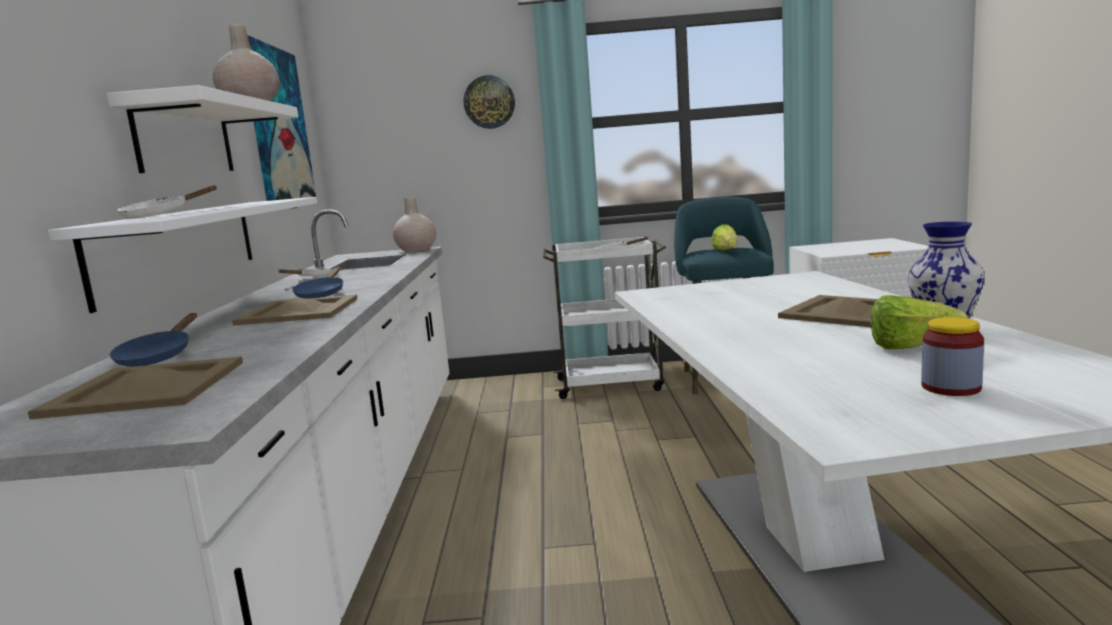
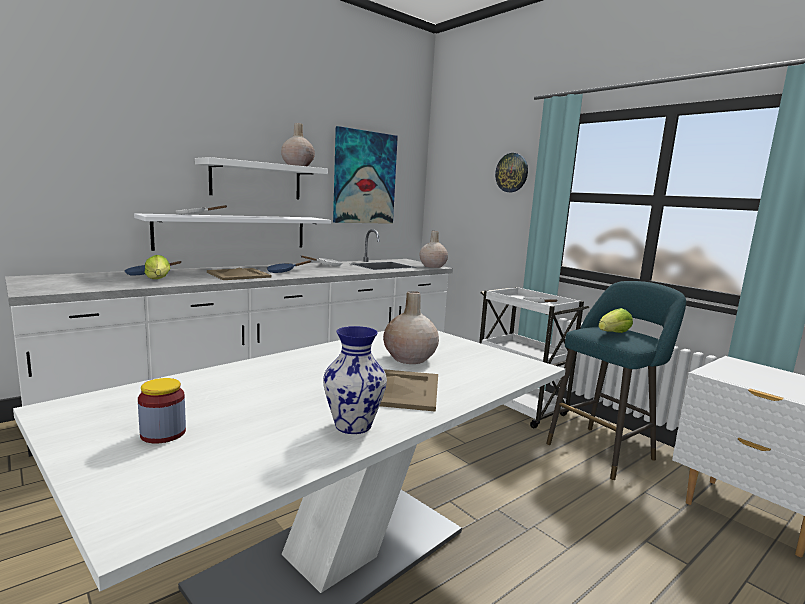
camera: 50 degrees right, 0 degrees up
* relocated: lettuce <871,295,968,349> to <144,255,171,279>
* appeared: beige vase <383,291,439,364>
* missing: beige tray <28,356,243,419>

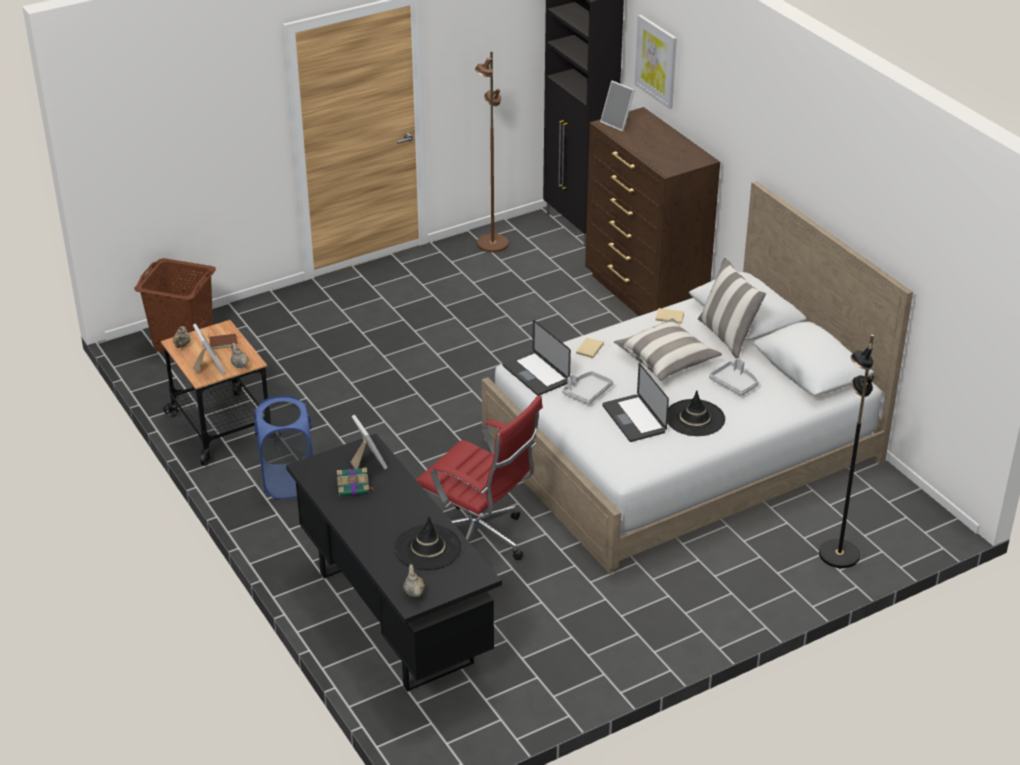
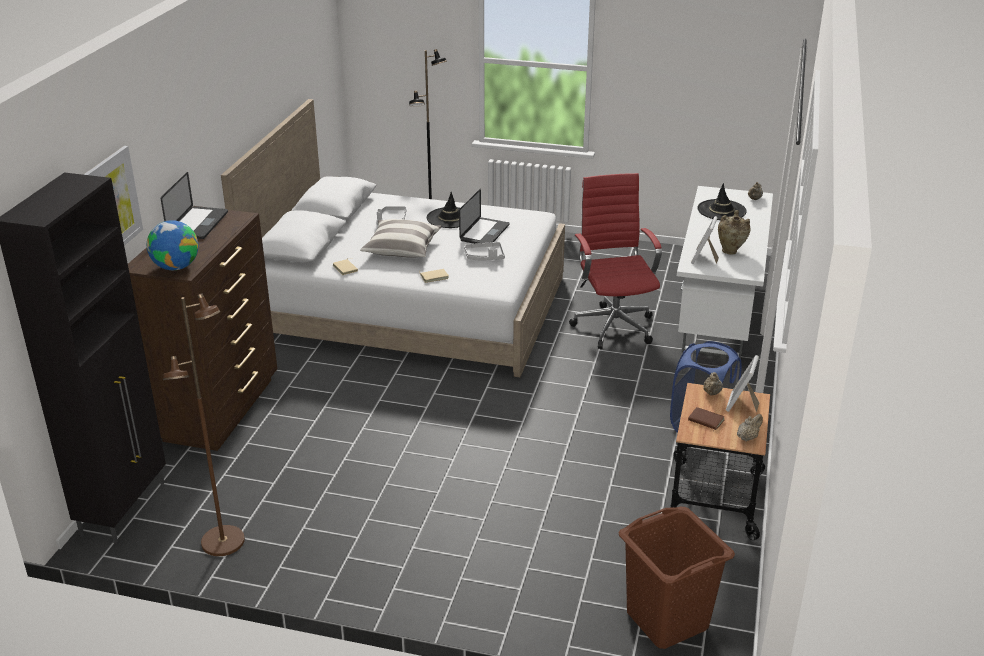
camera: 135 degrees left, 5 degrees down
* exchanged: picture frame <600,81,635,132> to globe <147,220,198,270>
* relocated: laptop <502,320,571,396> to <161,172,228,239>
* colour: black desk <286,434,502,692> to white desk <677,186,773,359>
* exchanged: book <337,467,375,497> to beige vase <718,210,751,254>
* missing: pillow <698,256,766,358>

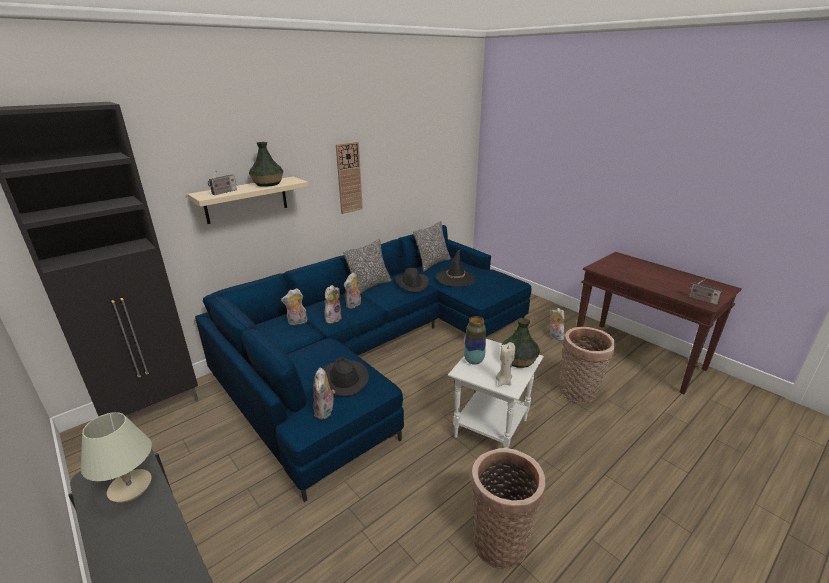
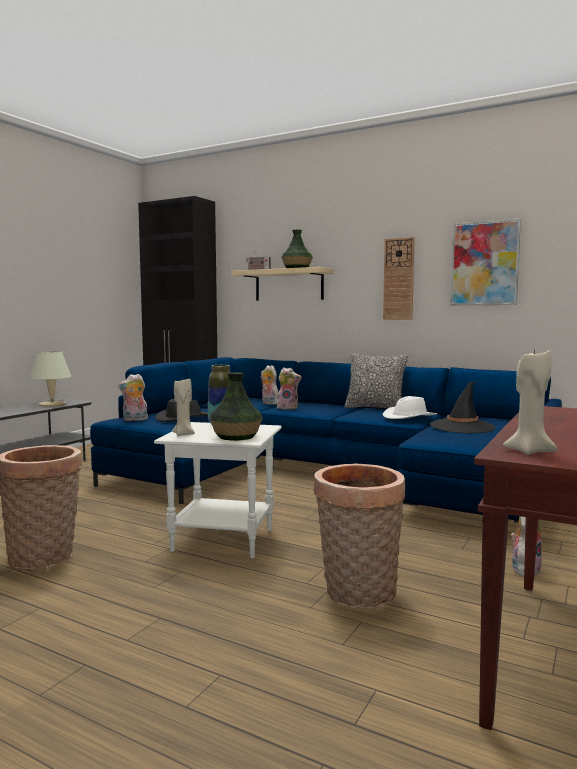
camera: 70 degrees right, 20 degrees down
* colour: black hat <395,268,429,292> to white hat <383,396,437,419>
* appeared: picture <450,219,521,305>
* exchanged: radio <689,278,723,305> to beige candle <503,347,557,455>
* missing: plush toy <344,272,361,309>
* missing: pillow <413,221,451,272>

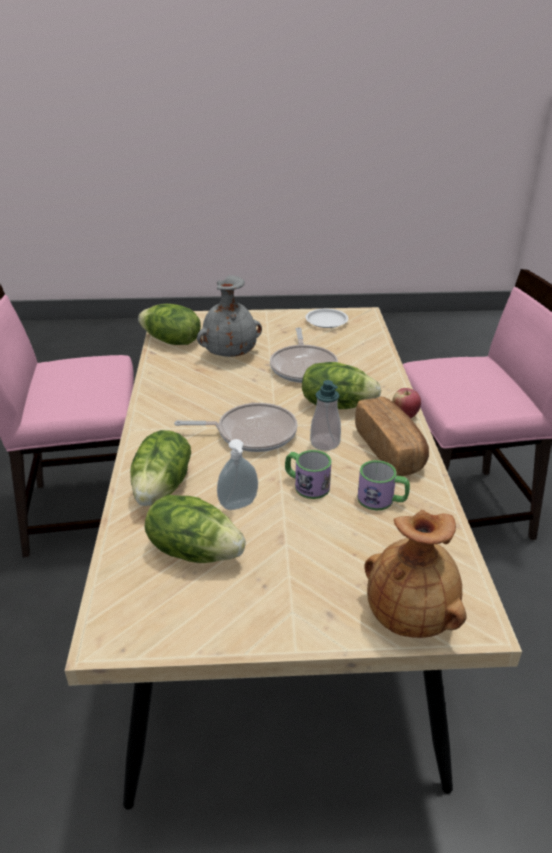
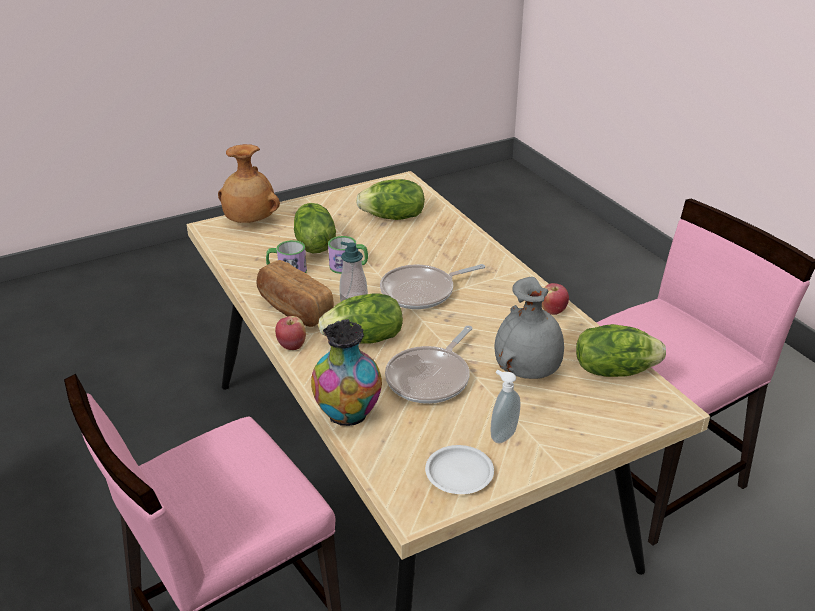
camera: 155 degrees right, 0 degrees up
* relocated: lettuce <130,430,191,506> to <294,203,336,253>
* appeared: vase <311,319,382,426>
* spun: frying pan <270,327,338,383> = <385,326,473,404> 120 degrees counterclockwise
* relocated: soap dispenser <217,439,258,510> to <491,370,521,444>
* appeared: apple <542,283,569,315>

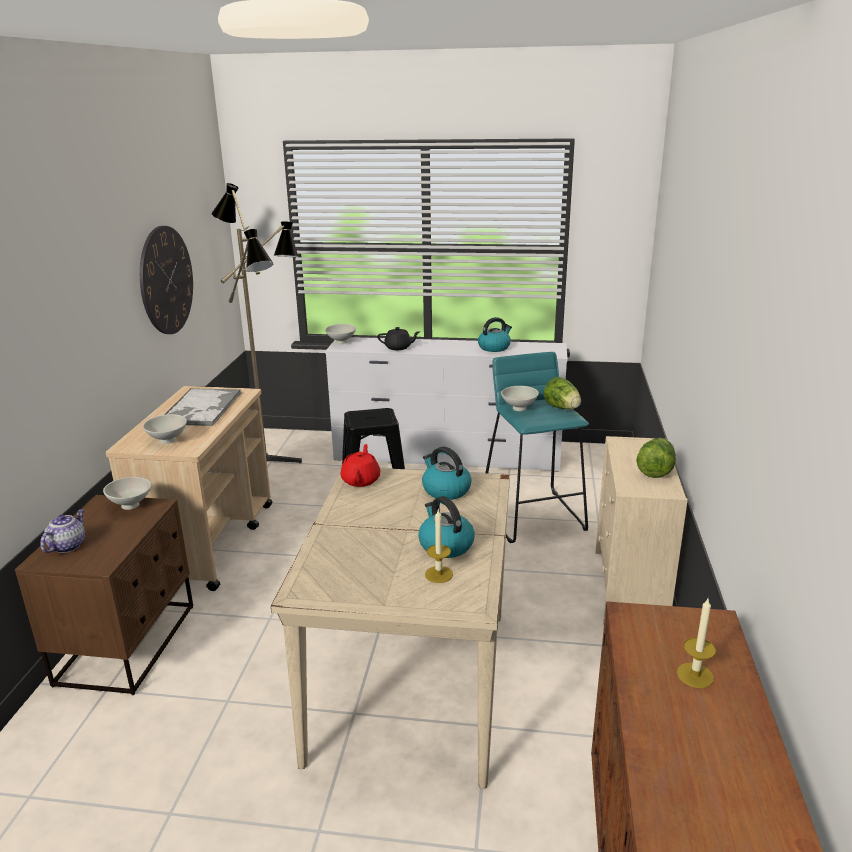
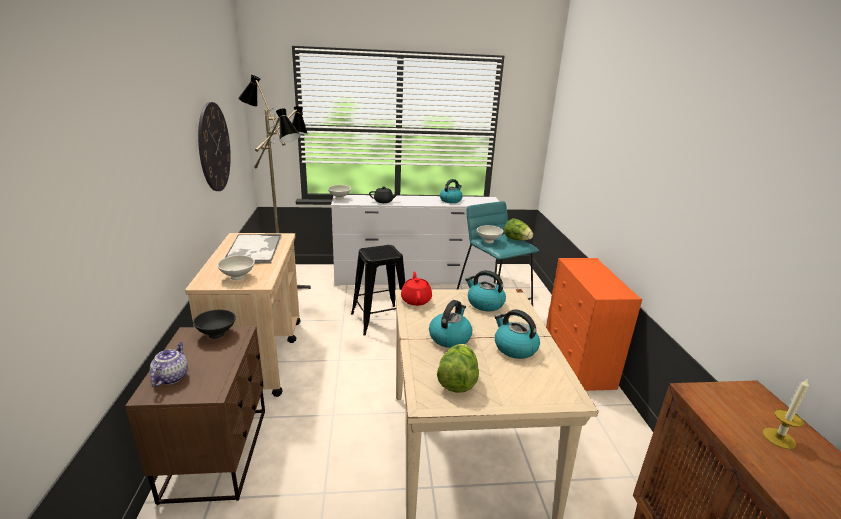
camera: 15 degrees left, 0 degrees up
* colour: white bowl <103,477,151,510> to black bowl <193,310,236,339>
* appeared: kettle <429,300,472,348>
* relocated: lettuce <636,438,676,478> to <437,344,479,393>
* colour: beige dresser <595,436,688,625> to orange dresser <546,258,642,391>
* missing: candle <425,510,453,583>

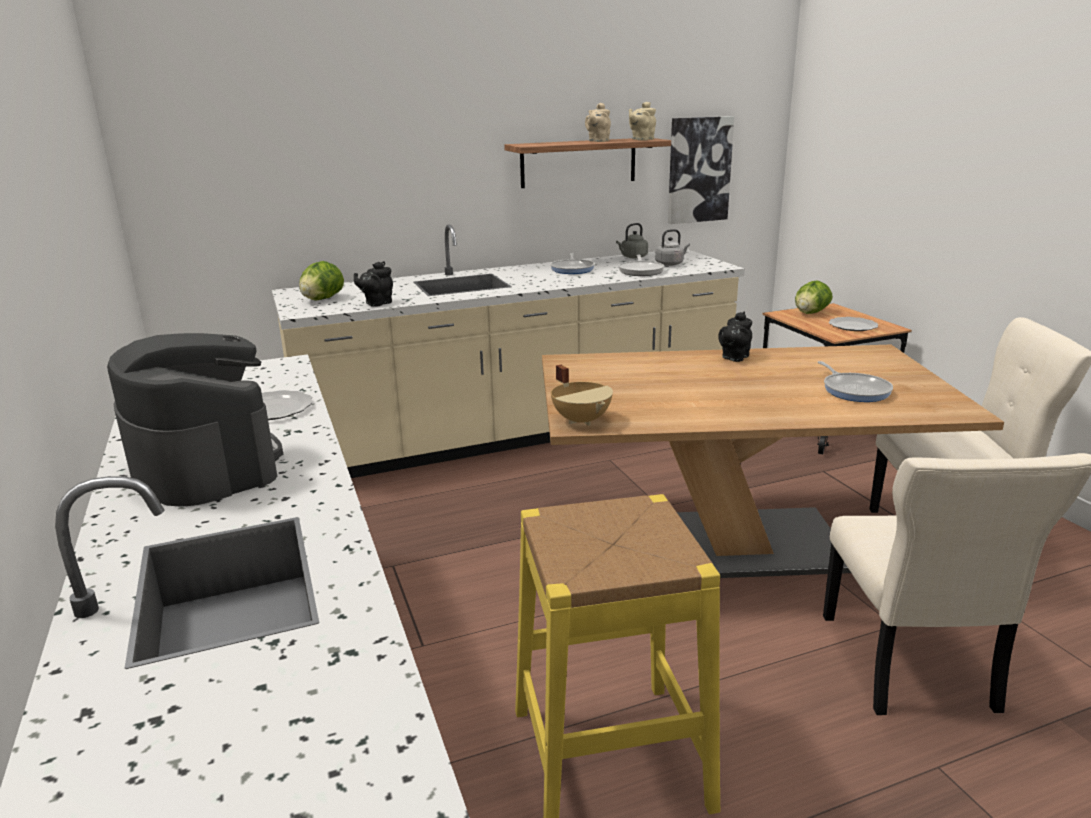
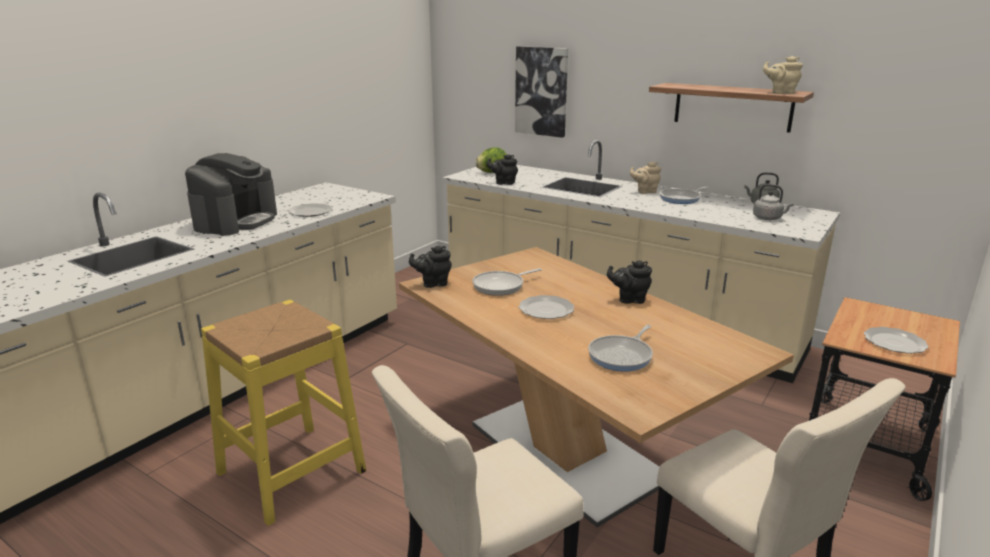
camera: 55 degrees right, 0 degrees up
* exchanged: beige cooking pot <551,365,613,426> to black teapot <409,246,452,288>
* relocated: frying pan <619,255,664,276> to <473,268,542,296>
* relocated: picture <668,116,734,224> to <515,46,568,138>
* appeared: plate <519,295,574,319>
* relocated: beige teapot <585,103,611,142> to <630,162,661,194>
* missing: lettuce <795,280,833,314>

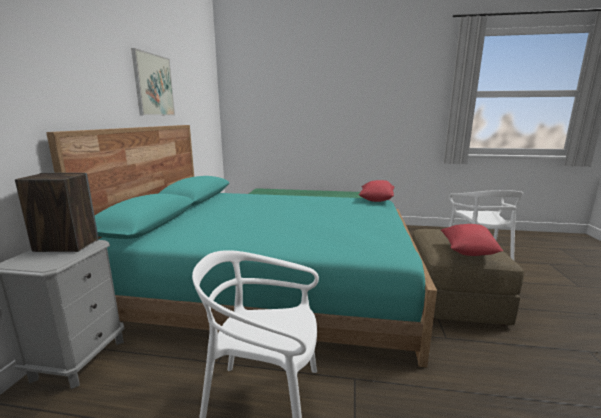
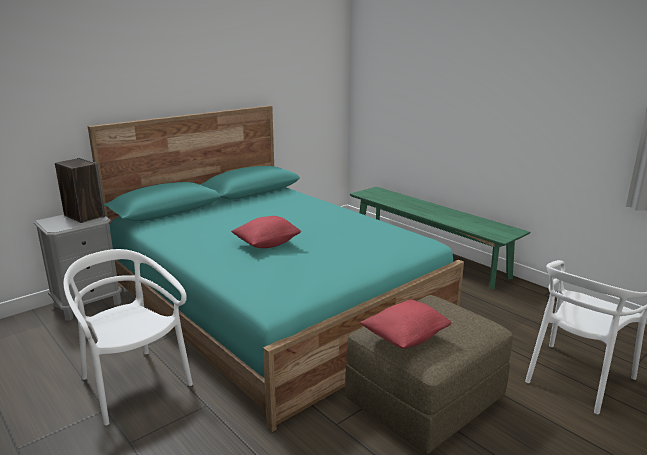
camera: 40 degrees right, 5 degrees up
* relocated: red pillow <358,180,395,202> to <231,216,301,248>
* missing: picture <131,48,175,116>

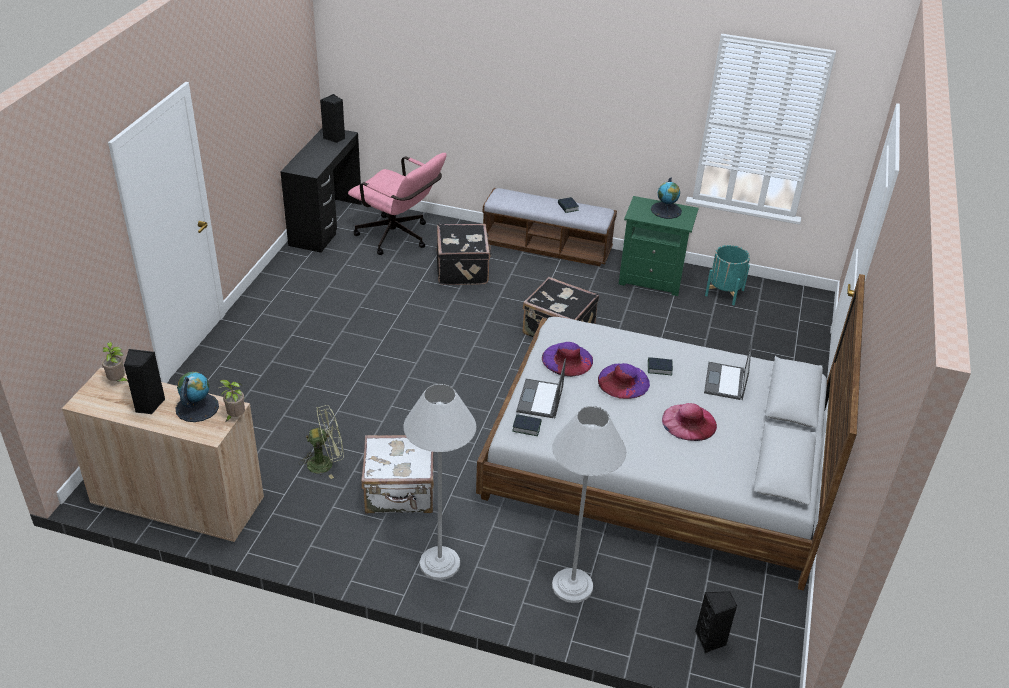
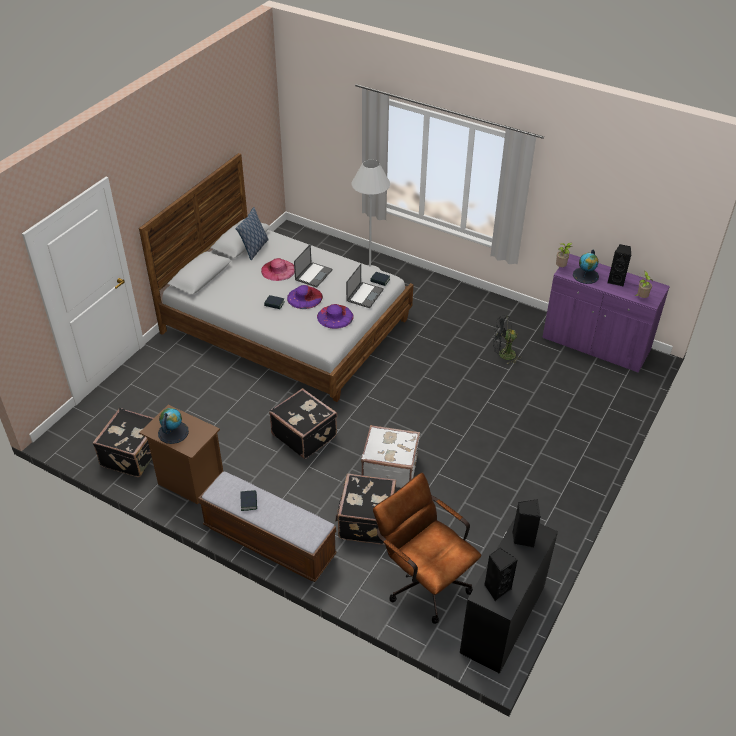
camera: 165 degrees left, 5 degrees up
* exchanged: turquoise planter <705,245,750,305> to black suitcase <93,408,154,477>
* colour: green nightstand <619,196,699,296> to brown nightstand <139,405,223,504>
* appeared: pillow <236,207,269,260>
* relocated: laptop <704,342,752,400> to <294,244,333,287>
* relocated: white suitcase <361,435,434,514> to <361,425,420,488>
* colour: pink office chair <348,153,447,255> to brown office chair <373,473,481,624>
* colour: green fan <299,405,344,479> to black fan <492,315,522,365>
* relocated: black speaker <695,592,737,654> to <512,499,541,548>
* colour: beige cabinet <62,368,264,543> to purple cabinet <542,254,670,373>
* missing: white floor lamp <403,384,476,580>

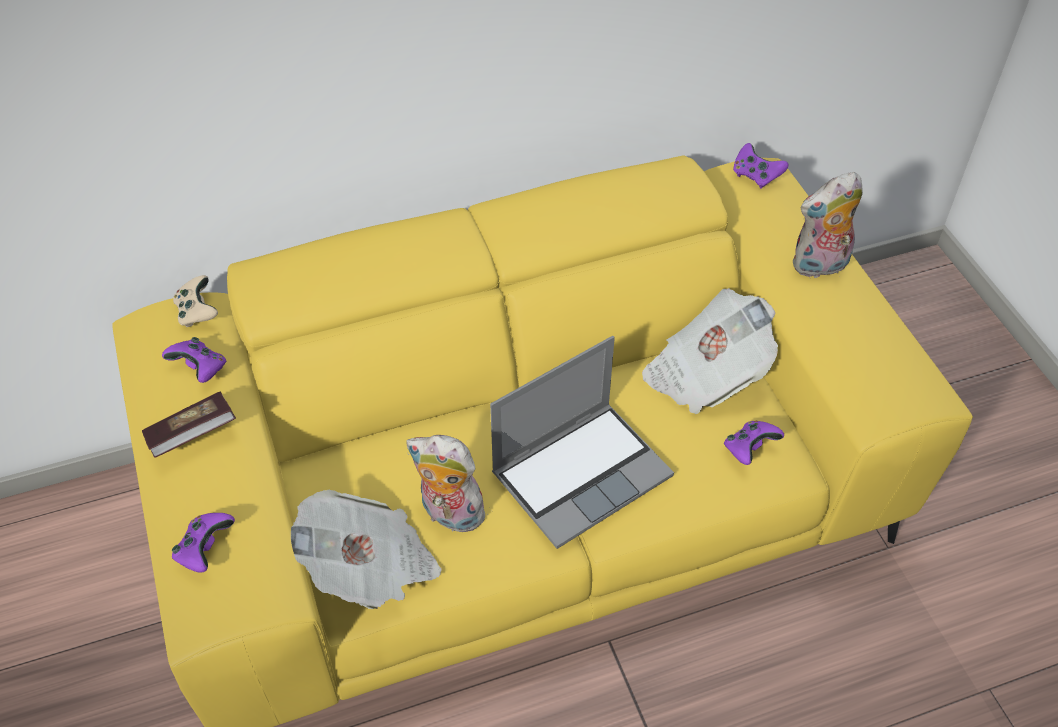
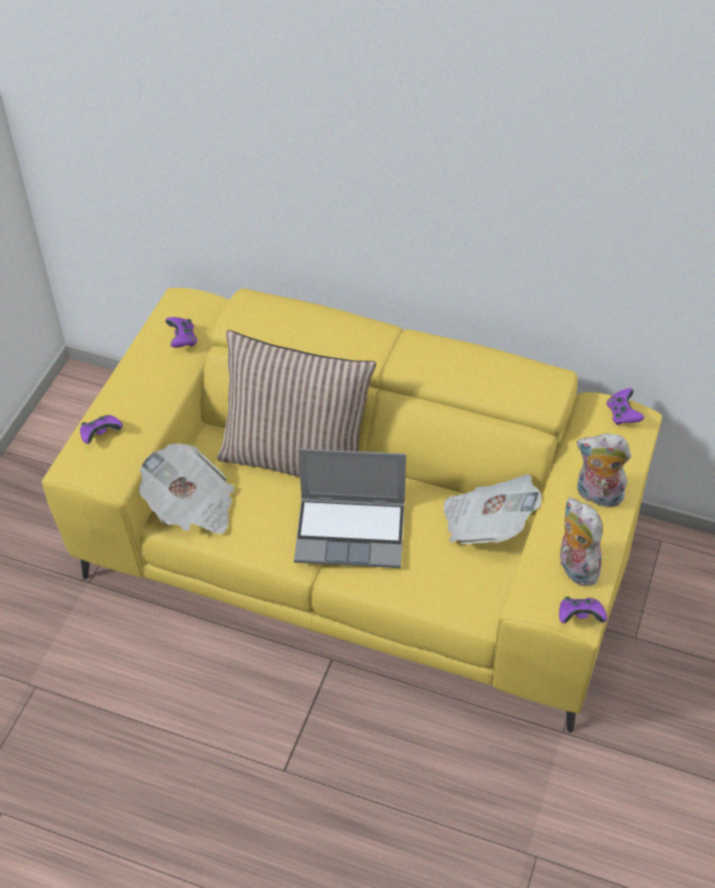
camera: 40 degrees right, 0 degrees up
* appeared: pillow <217,330,376,477>
* relocated: purple game controller <724,420,784,465> to <559,597,607,623>
* relocated: plush toy <406,435,490,532> to <560,498,603,586>
* missing: book <142,392,236,458>
* missing: beige game controller <173,275,218,328>

